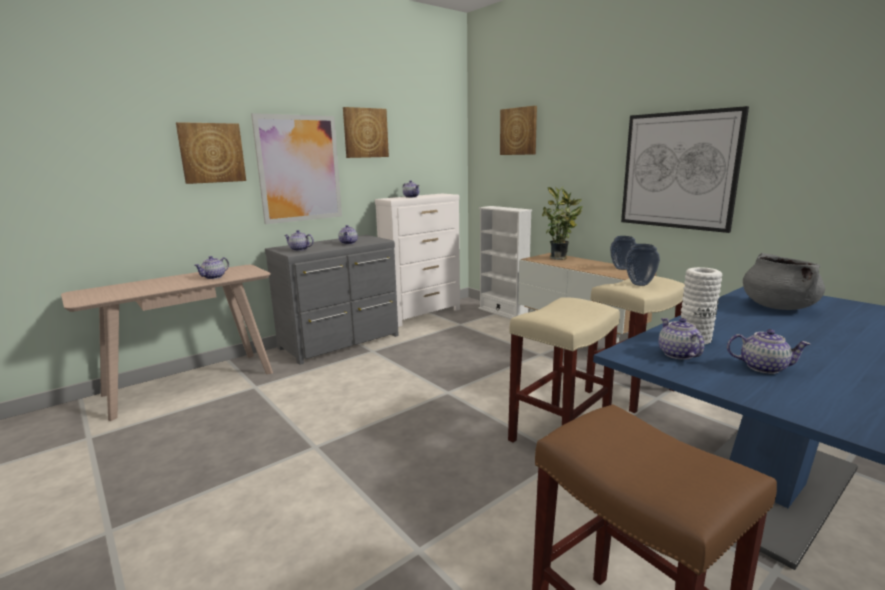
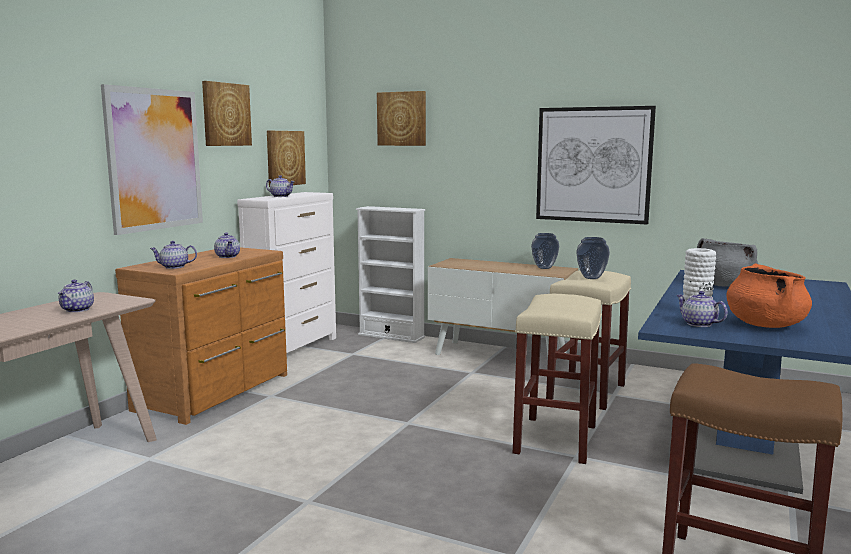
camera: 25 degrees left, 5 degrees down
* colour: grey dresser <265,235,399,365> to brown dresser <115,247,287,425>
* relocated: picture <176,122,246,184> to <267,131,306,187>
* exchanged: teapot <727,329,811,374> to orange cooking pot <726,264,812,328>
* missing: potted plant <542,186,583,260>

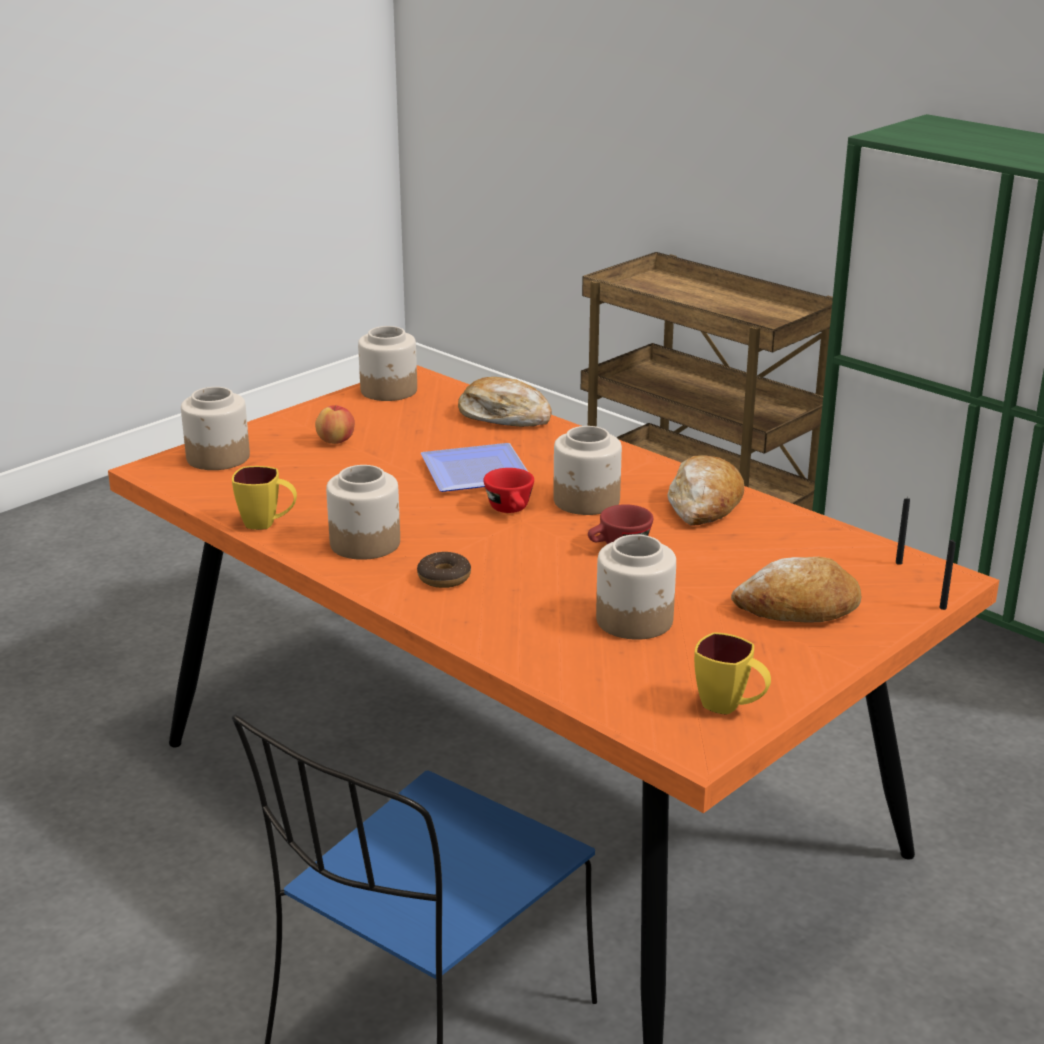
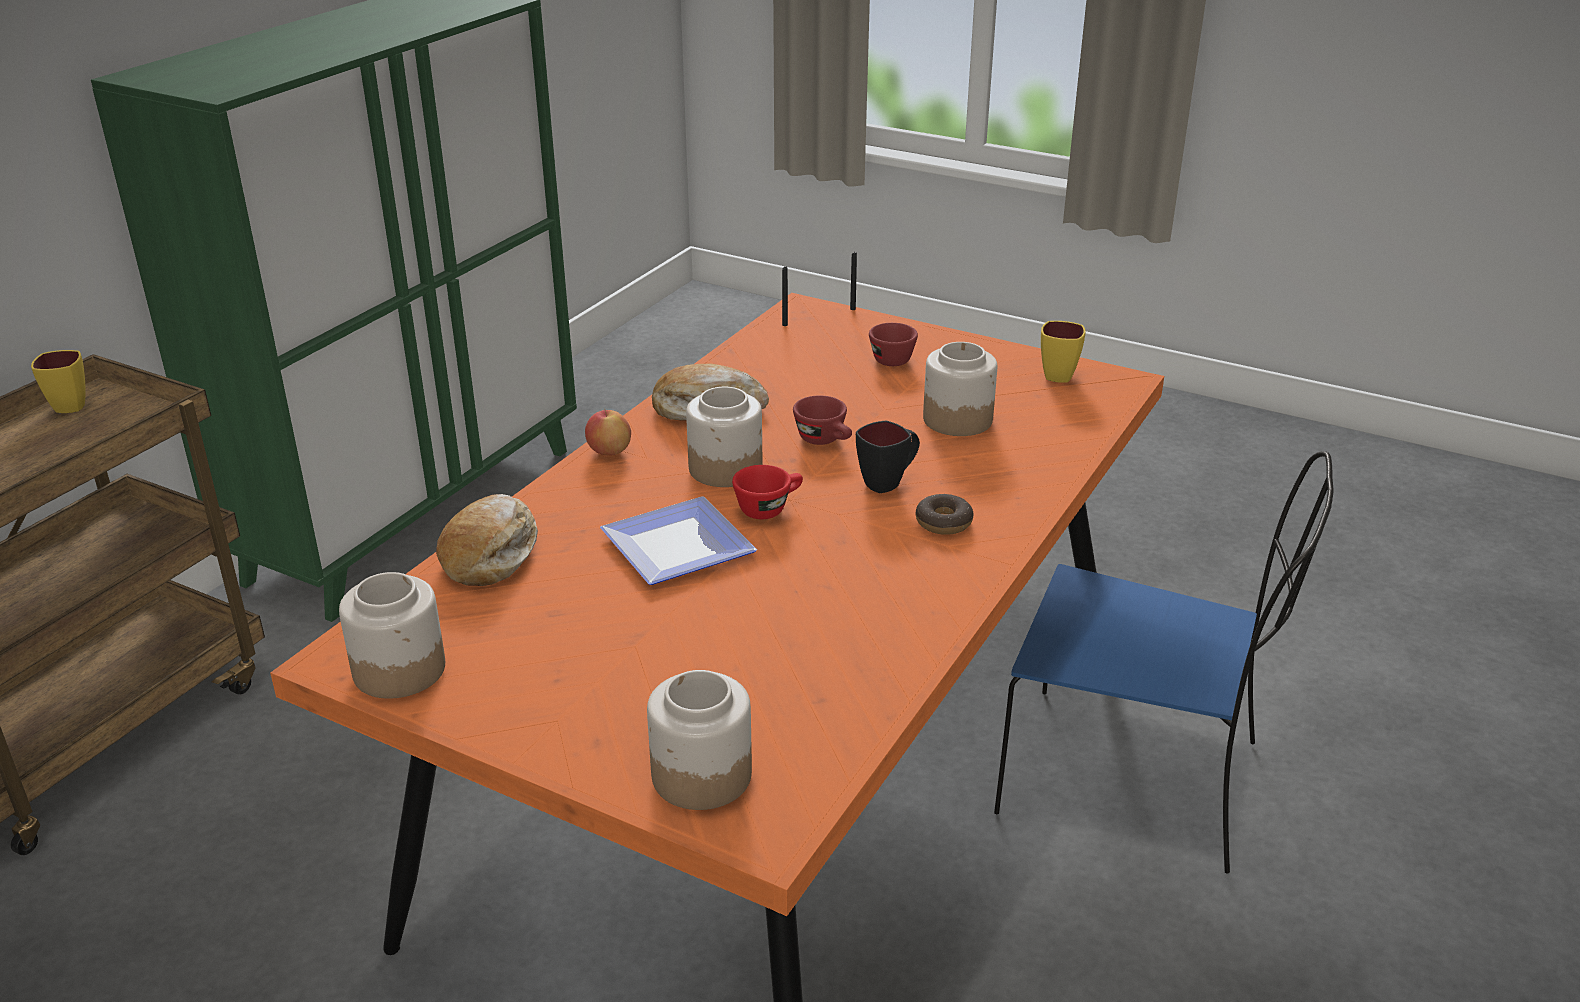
camera: 105 degrees left, 5 degrees up
* relocated: yellow mug <232,466,297,530> to <31,350,86,413>
* relocated: apple <315,404,355,444> to <585,409,631,456>
* appeared: black mug <856,421,920,493>
* exchanged: bread <731,557,861,623> to red cup <869,323,918,366>
* missing: jar <326,465,400,560>

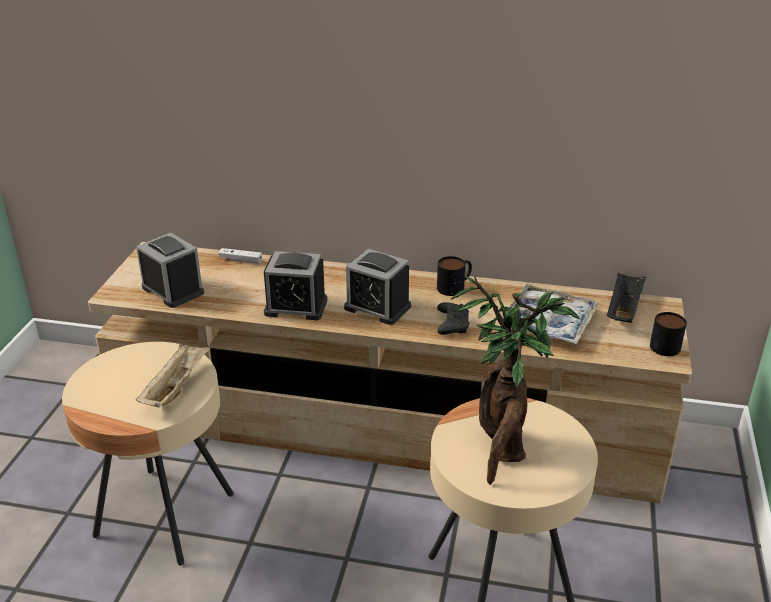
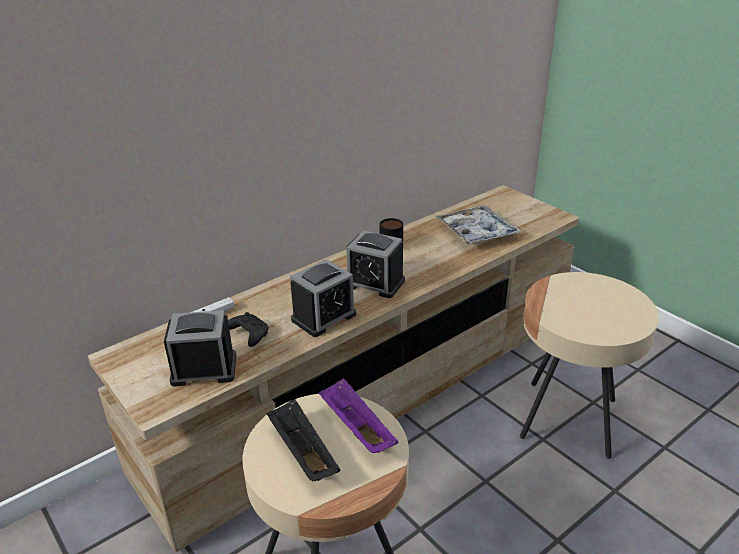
camera: 50 degrees left, 0 degrees up
* relocated: black game controller <437,302,469,335> to <228,312,268,347>
* relocated: black tray <607,272,646,323> to <267,399,341,482>
* colour: beige tray <136,343,210,407> to purple tray <319,378,398,453>
* spun: alarm clock <344,249,411,325> = <346,230,405,298> 45 degrees clockwise
* missing: potted plant <451,275,580,485>
* missing: mug <650,312,687,356>

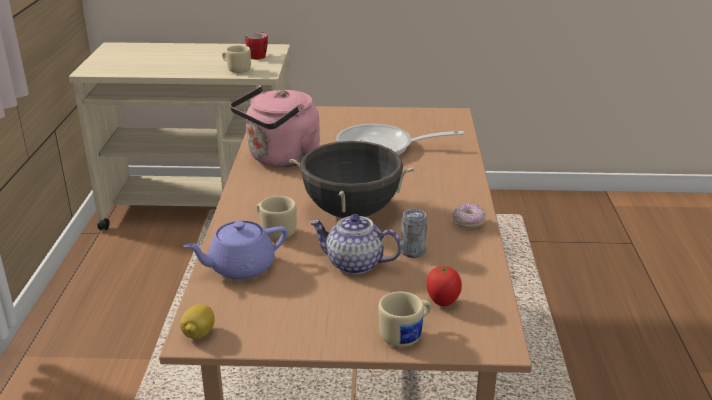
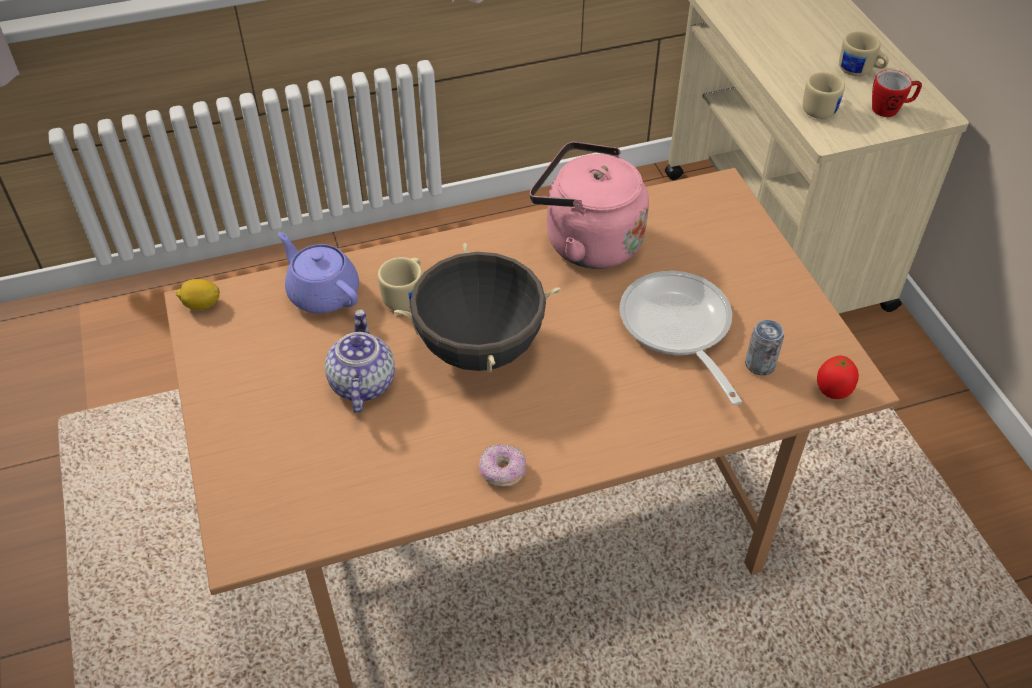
camera: 70 degrees right, 20 degrees up
* relocated: can <401,209,427,258> to <745,320,784,376>
* relocated: tomato <427,266,462,306> to <817,356,859,399>
* relocated: beige mug <378,291,431,347> to <839,31,889,76>

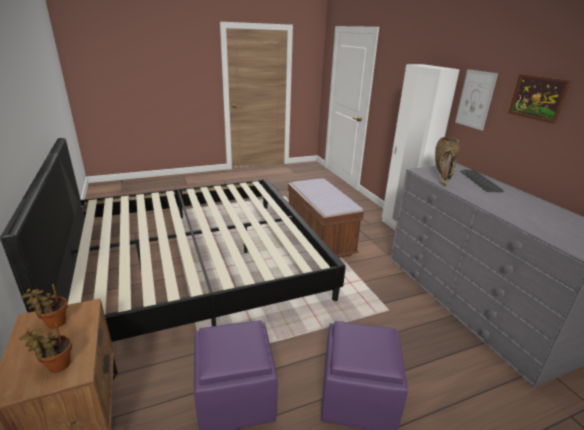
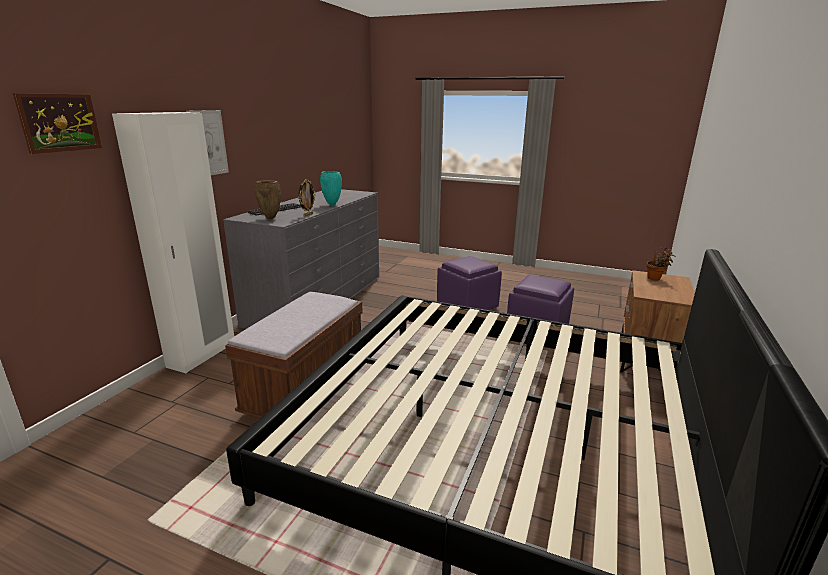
camera: 135 degrees left, 5 degrees down
* relocated: picture <508,74,571,124> to <13,93,102,154>
* appeared: turquoise vase <320,171,342,205>
* missing: potted plant <21,284,67,329>

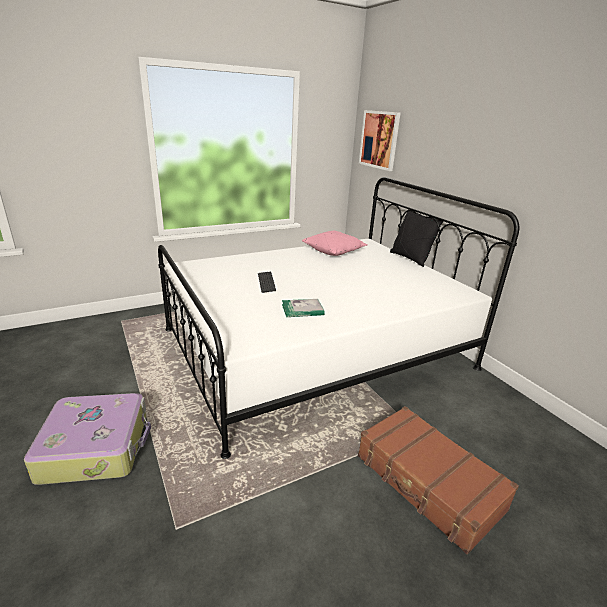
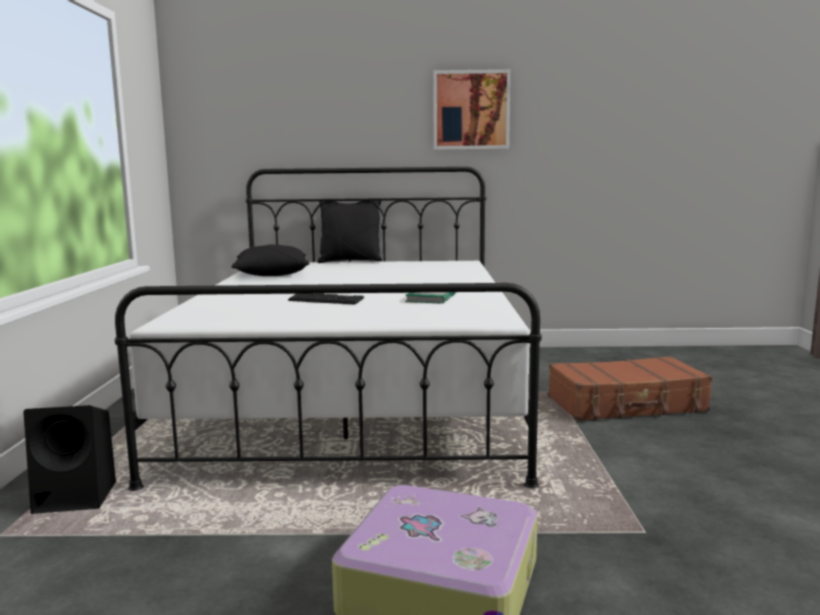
camera: 60 degrees left, 15 degrees down
* appeared: black speaker <23,405,116,514>
* colour: pink pillow <302,231,368,256> to black pillow <231,244,310,276>
* relocated: picture <359,110,400,171> to <433,69,511,150>

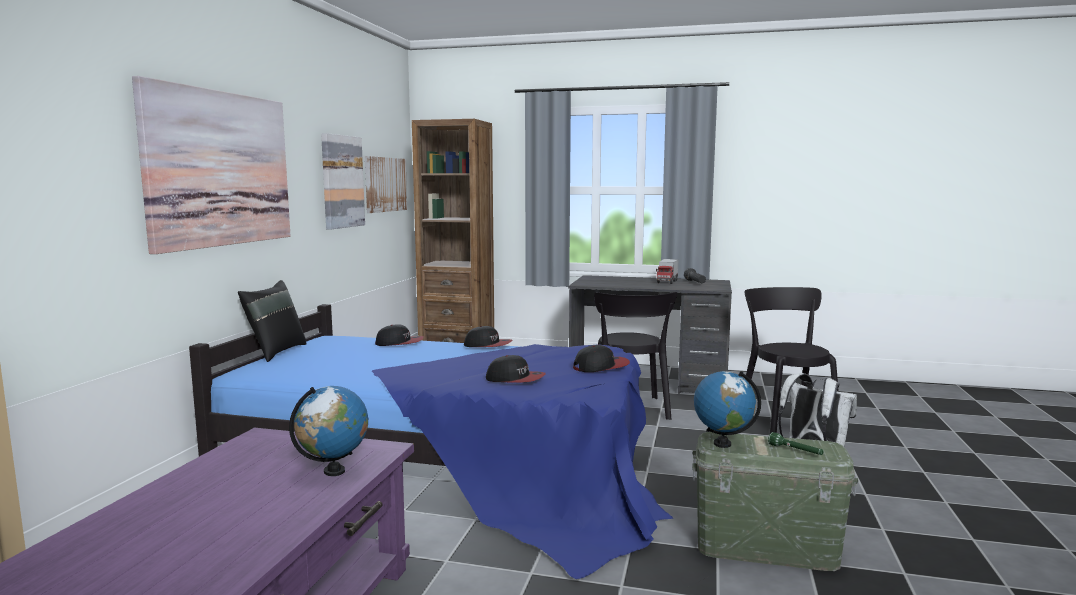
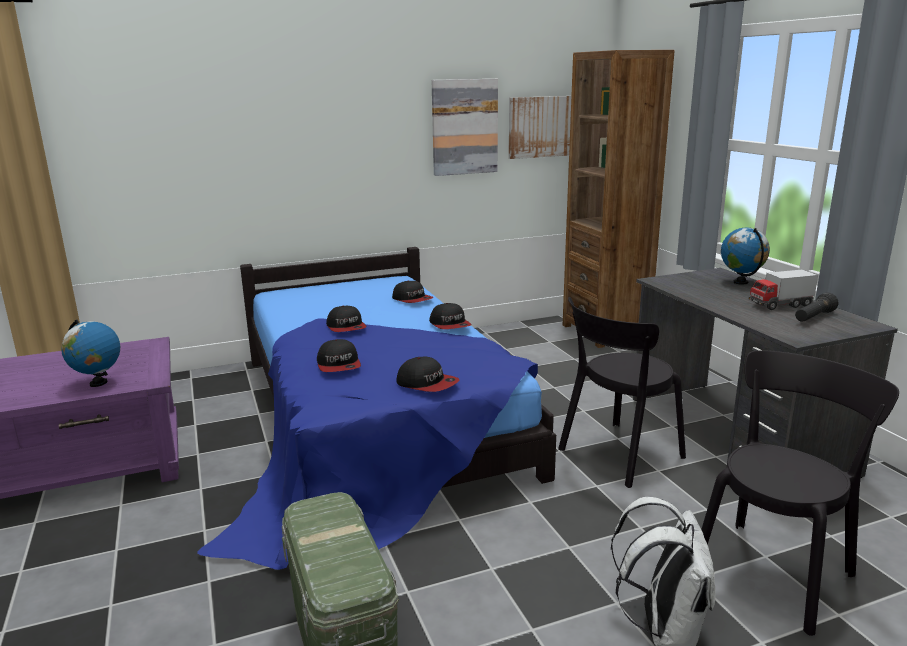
camera: 55 degrees right, 10 degrees up
* appeared: cap <326,305,367,332>
* relocated: globe <694,371,761,448> to <721,228,770,284>
* missing: picture <132,76,290,254>
* missing: black pillow <238,280,307,362>
* missing: green flashlight <768,432,823,455>

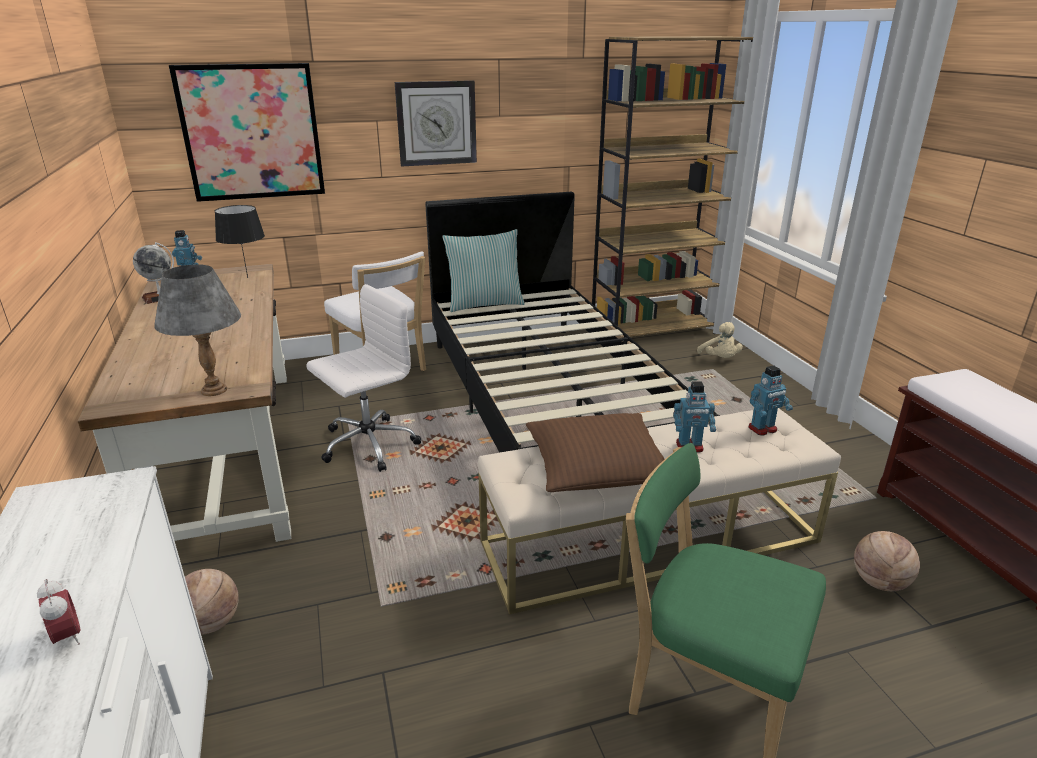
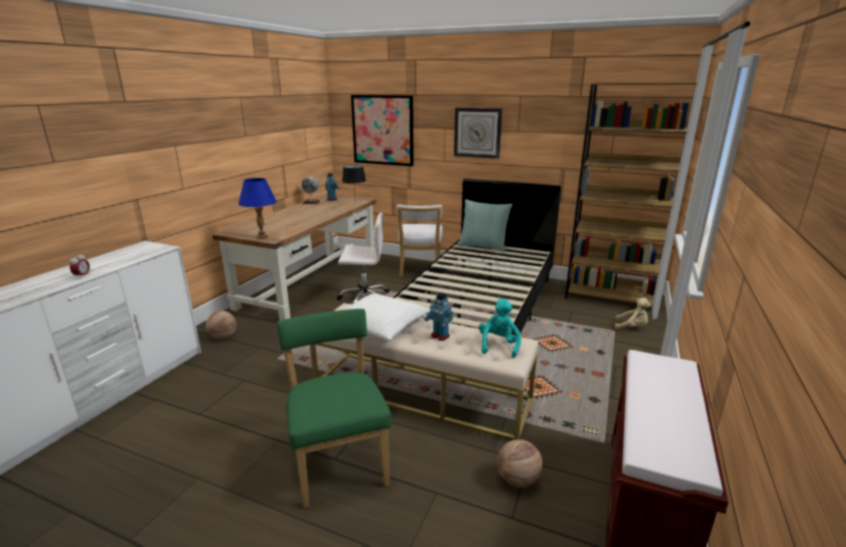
camera: 40 degrees right, 5 degrees down
* colour: grey table lamp <154,264,241,396> to blue table lamp <239,178,277,239>
* colour: brown pillow <526,413,664,492> to white pillow <344,294,431,341>
* exchanged: toy robot <748,366,793,436> to turquoise plush toy <479,298,521,358>
* spun: beige plush toy <697,322,743,358> = <615,298,651,330> 90 degrees counterclockwise

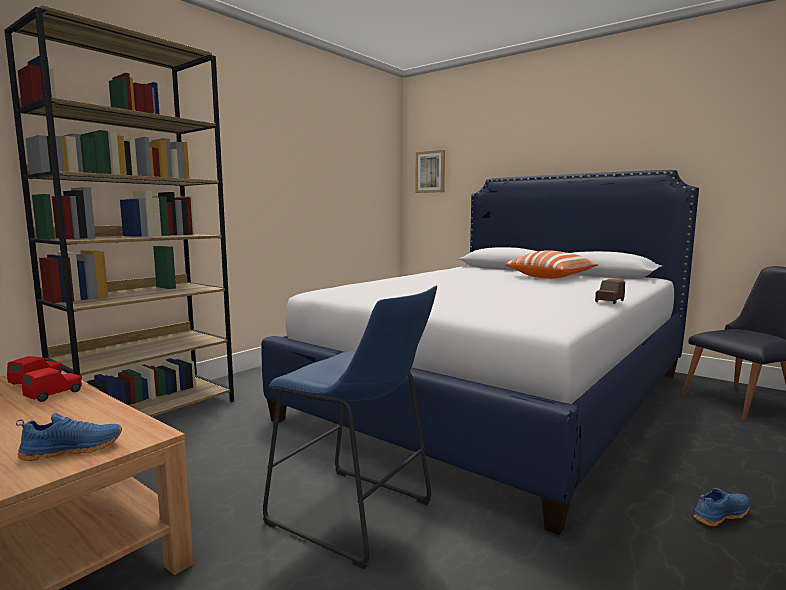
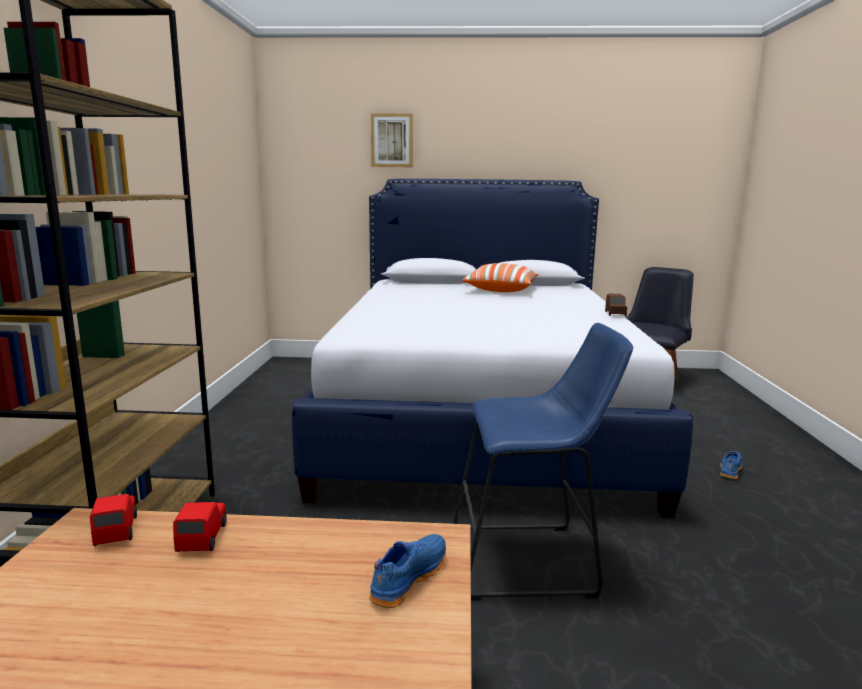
camera: 35 degrees left, 5 degrees up
* relocated: picture <415,150,445,193> to <371,113,413,167>

